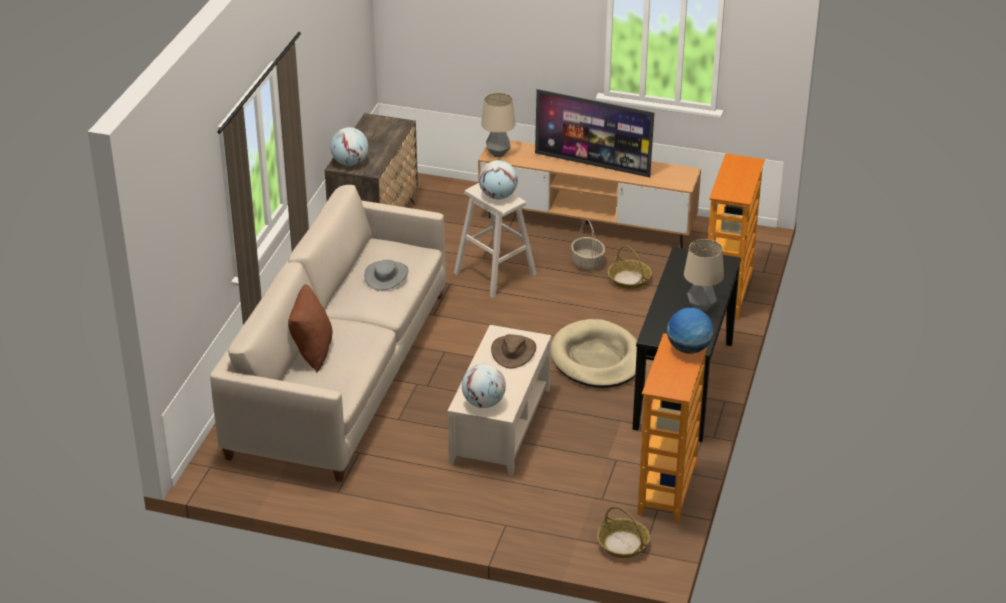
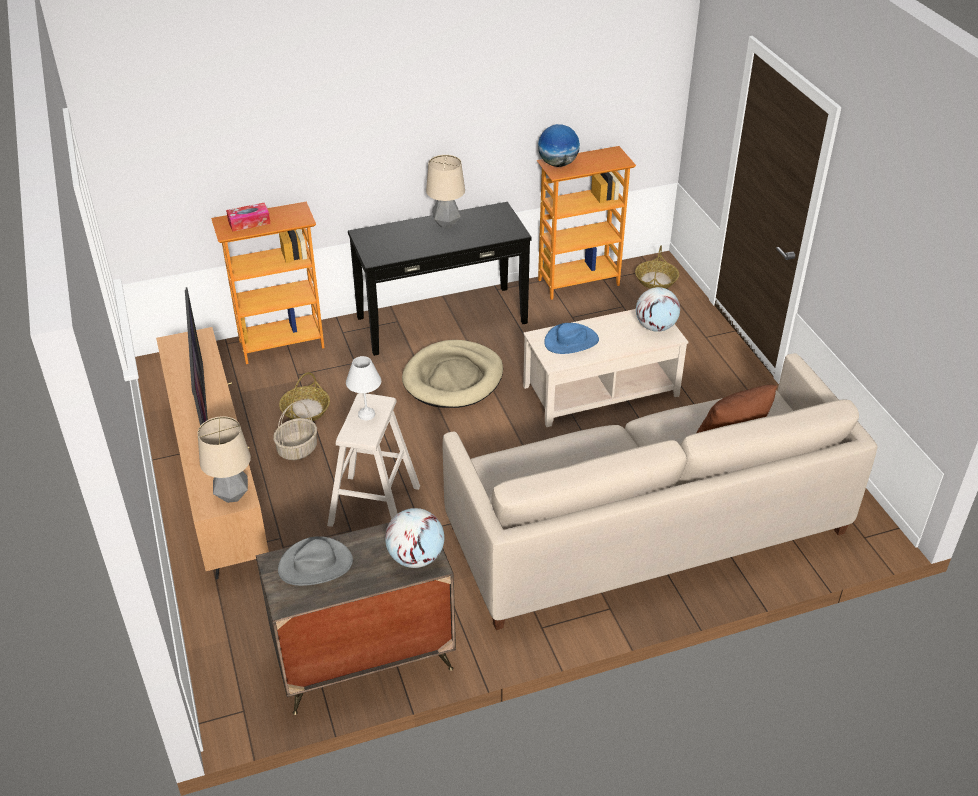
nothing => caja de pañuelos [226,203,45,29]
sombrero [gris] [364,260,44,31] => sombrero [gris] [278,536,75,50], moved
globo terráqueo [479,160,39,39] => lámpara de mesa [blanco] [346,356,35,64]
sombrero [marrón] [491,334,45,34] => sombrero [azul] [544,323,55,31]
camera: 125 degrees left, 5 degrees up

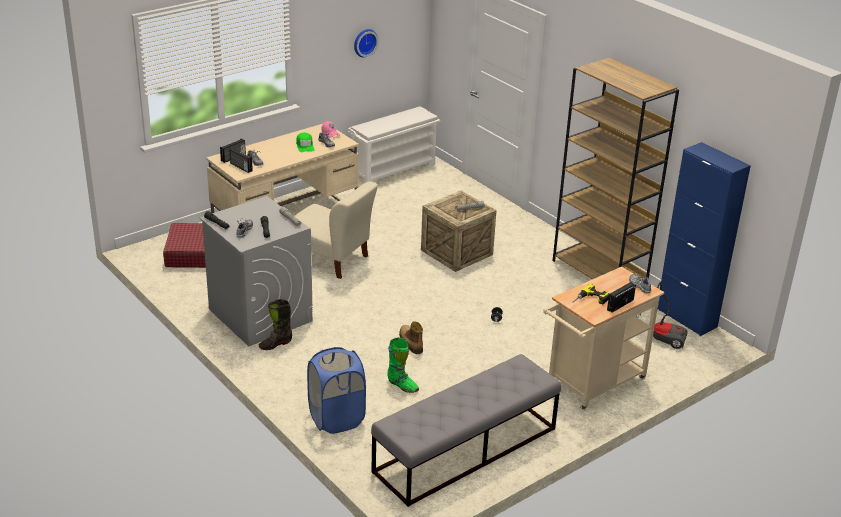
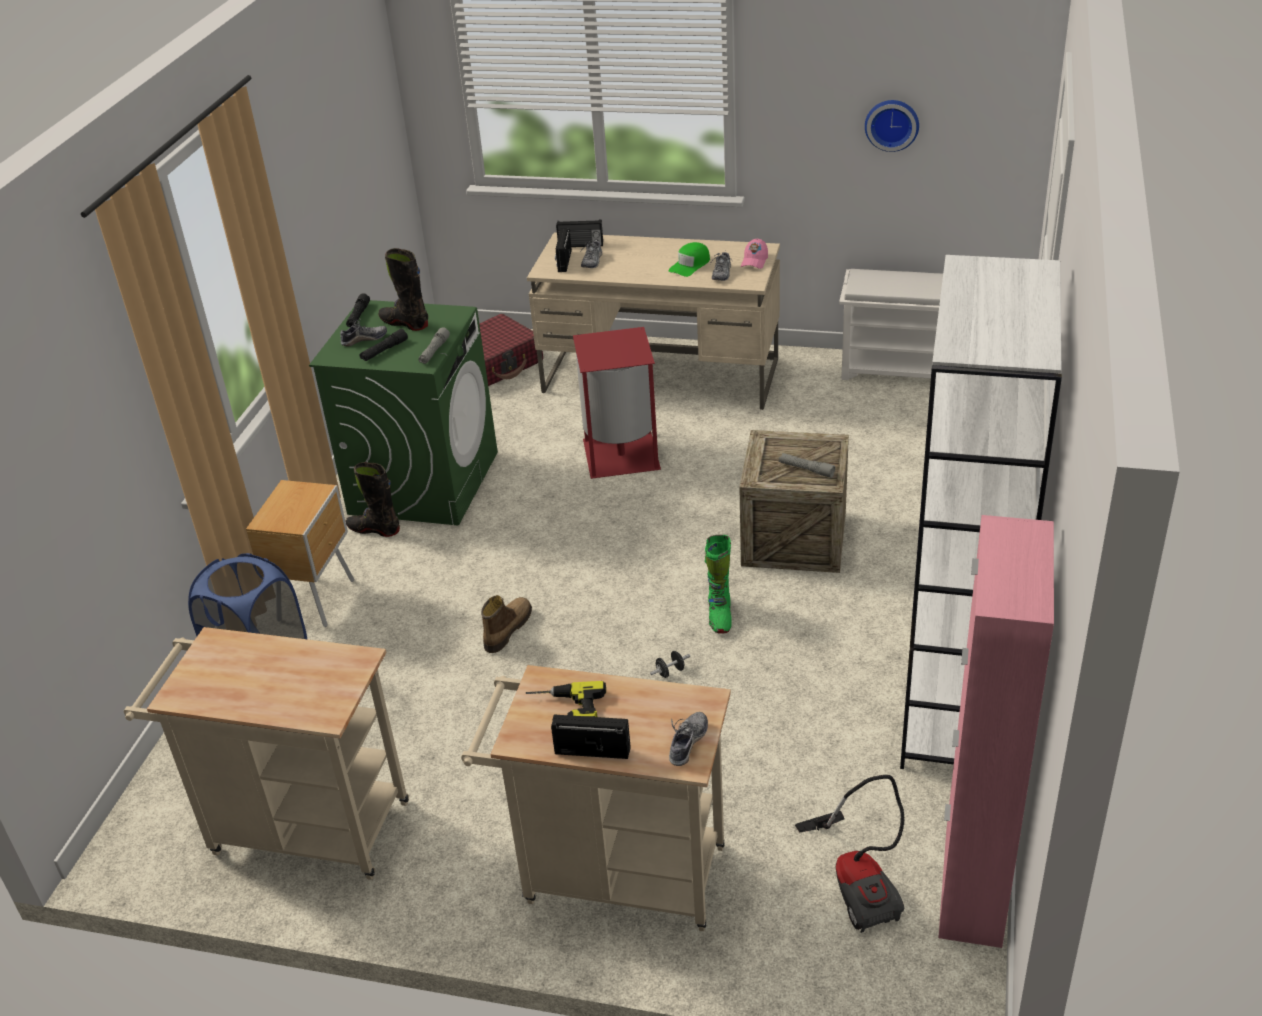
nothing => mesita de noche [marrón] [246,480,109,147]
nothing => bota [negro] [378,248,50,83]
bota [verde] [387,337,32,56] => bota [verde] [705,535,27,99], moved
silla [beis] [294,181,84,98] => papelera [rojo] [573,327,88,152]
banco [gris] [371,354,190,153] => carrito [beis] [124,627,285,253]
lavadora [gris] [200,196,113,150] => lavadora [verde] [309,300,189,226]
estantería [marrón] [552,57,127,223] => estantería [blanco] [900,255,162,514]
armario [azul] [657,142,94,194] => armario [rosa] [938,515,116,433]
camera: 55 degrees right, 5 degrees up

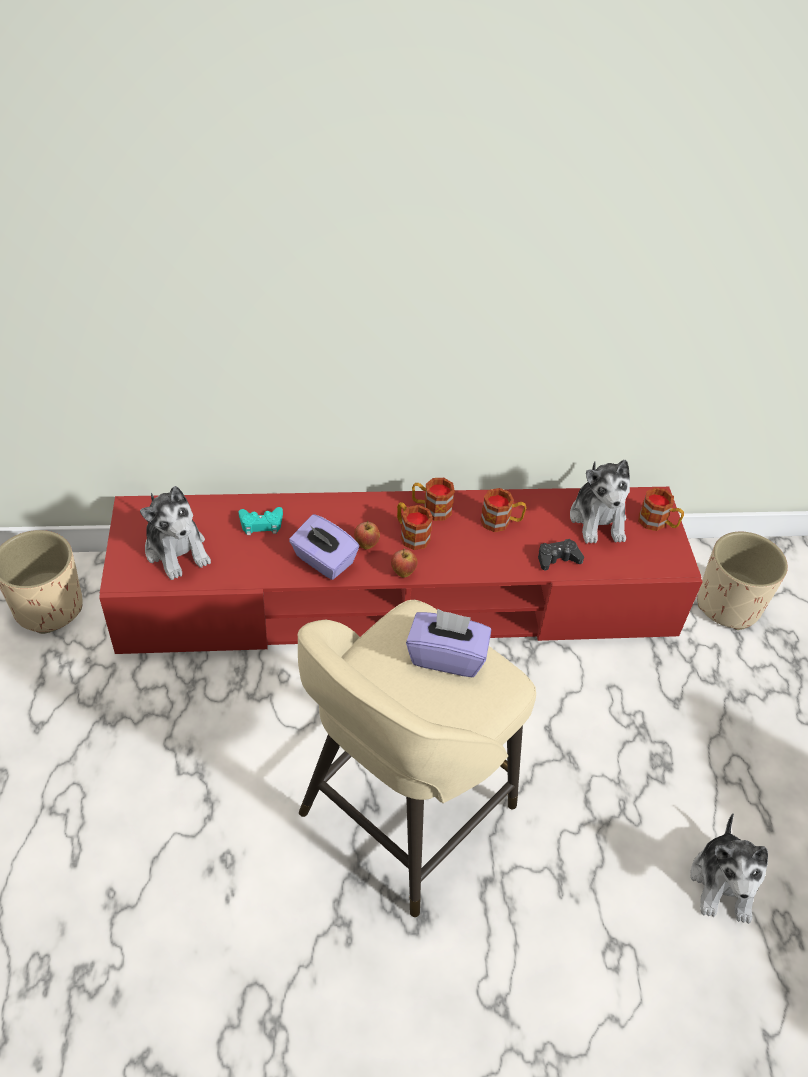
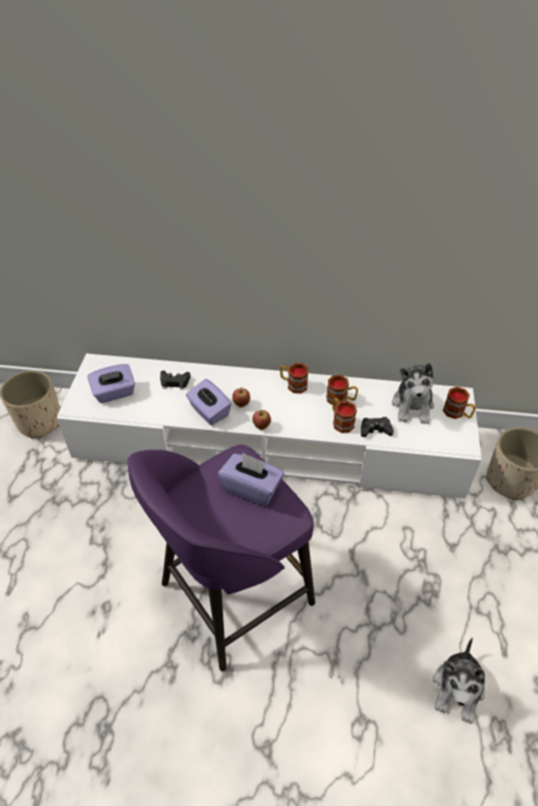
taza grande [397,502,36,48] => taza grande [333,397,24,36], moved
peluche [140,486,71,94] => caja de pañuelos [morado] [87,364,48,39]
mueble de televisión [rojo] [99,487,604,167] => mueble de televisión [blanco] [56,353,425,146]
mando de consola [turquesa] [239,507,44,28] => mando de consola [negro] [160,371,31,19]
taburete [beis] [298,600,238,317] => taburete [morado] [127,445,188,226]
camera: 15 degrees right, 0 degrees up

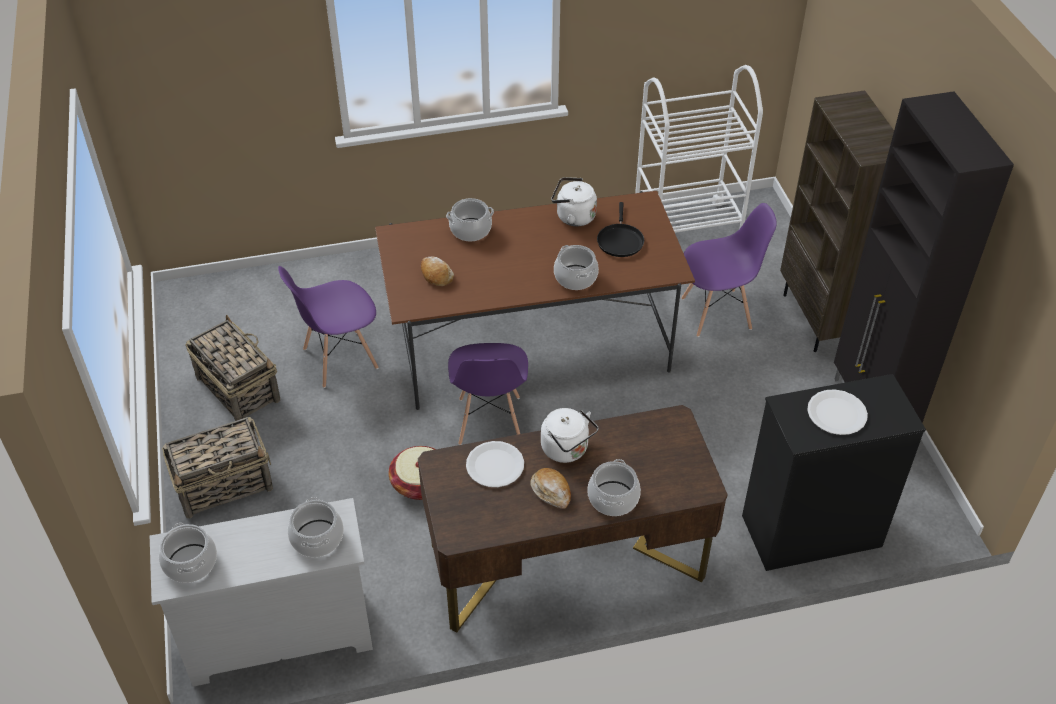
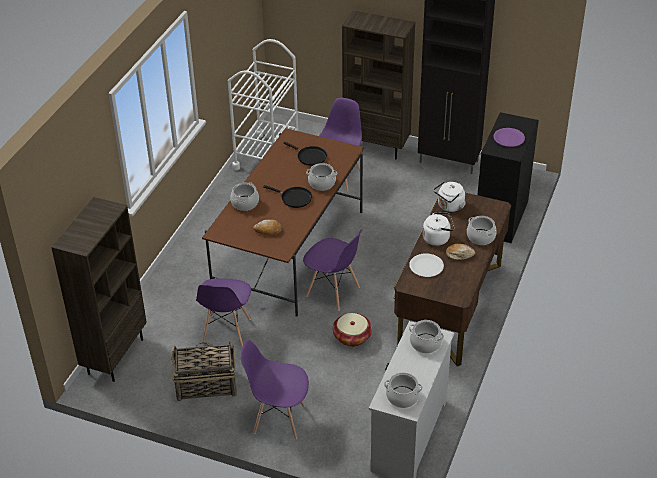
nothing => estantería [marrón] [51,197,96,185]
nothing => sartén [negro] [263,185,49,23]
hervidor [blanco] [551,177,46,49] => hervidor [blanco] [433,181,33,31], moved
cesta [162,417,111,101] => silla [morado] [240,340,69,99]
plato [blanco] [807,389,61,46] => plato [morado] [493,128,32,19]
camera: 55 degrees left, 5 degrees down

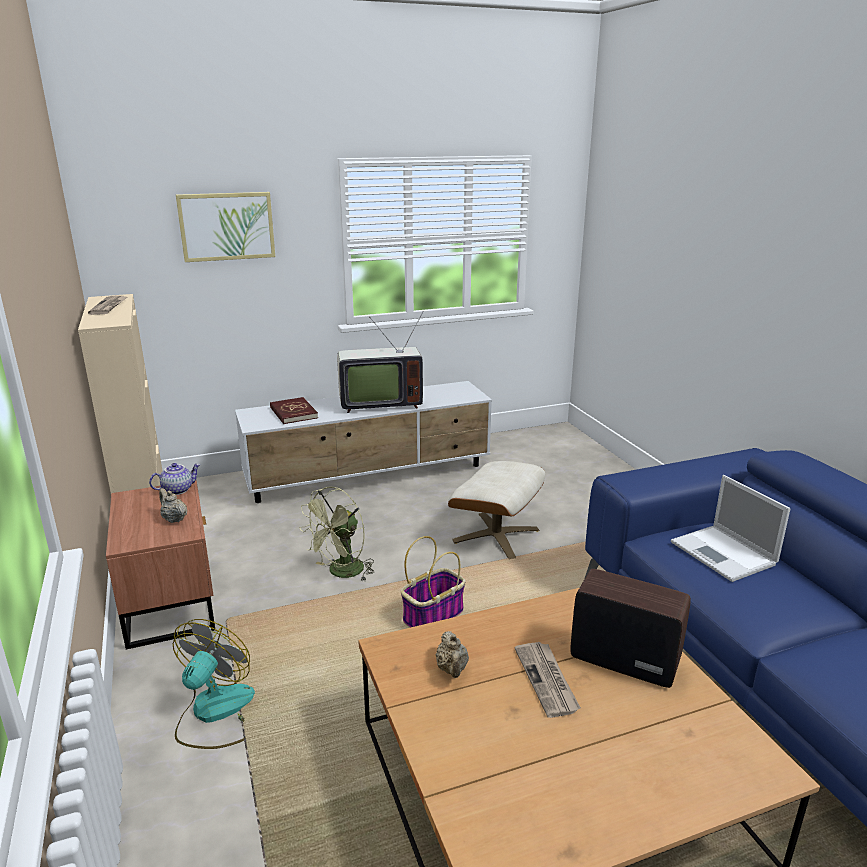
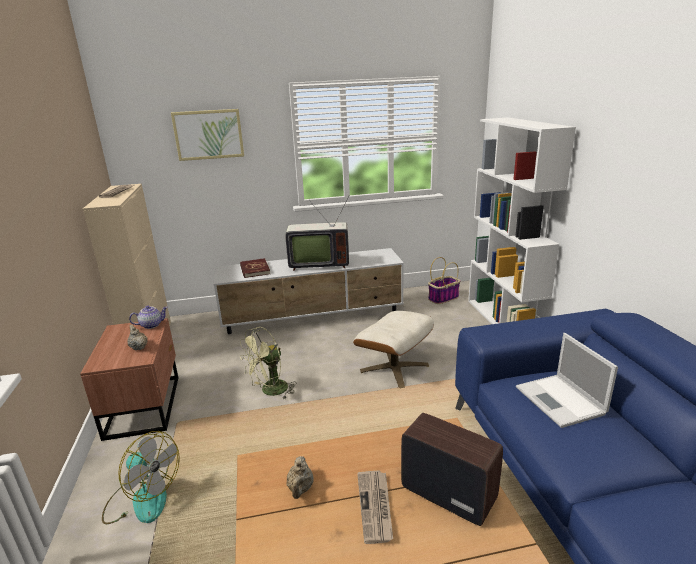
nothing => estantería [blanco] [468,117,108,207]
cesta [401,536,65,92] => cesta [428,257,33,47], moved
ventilador [173,619,82,130] => ventilador [102,431,78,93], 90 degrees clockwise
camera: 10 degrees right, 0 degrees up

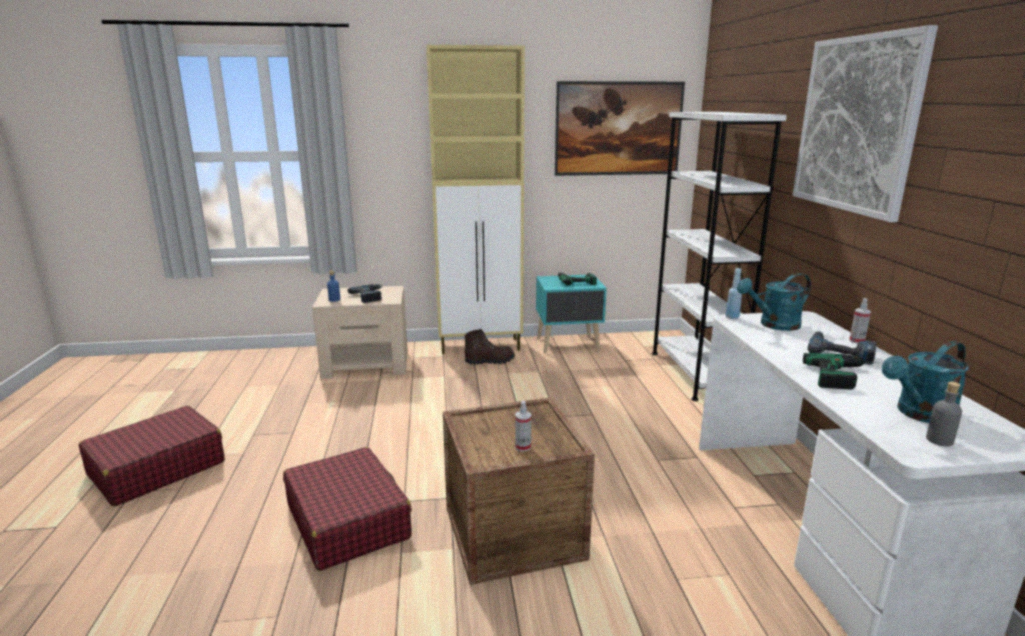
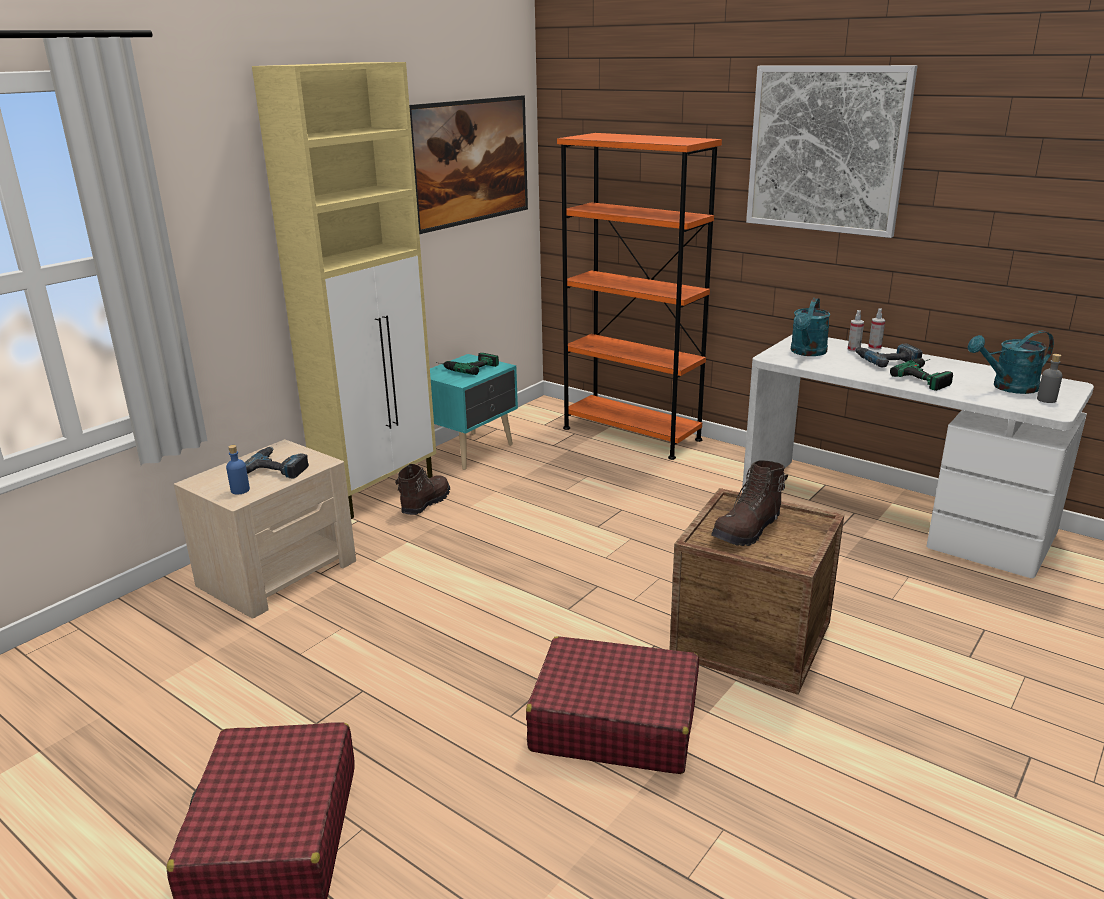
botella [azul] [726,268,16,51] => nothing
nothing => bota [marrón] [711,461,77,85]
pulverizador [515,401,16,51] => pulverizador [848,310,16,42], moved
estantería [blanco] [652,112,135,289] => estantería [naranja] [557,133,165,327]
regadera [turquesa] [882,341,87,82] => regadera [turquesa] [968,331,86,63], 60 degrees clockwise
camera: 45 degrees left, 5 degrees up

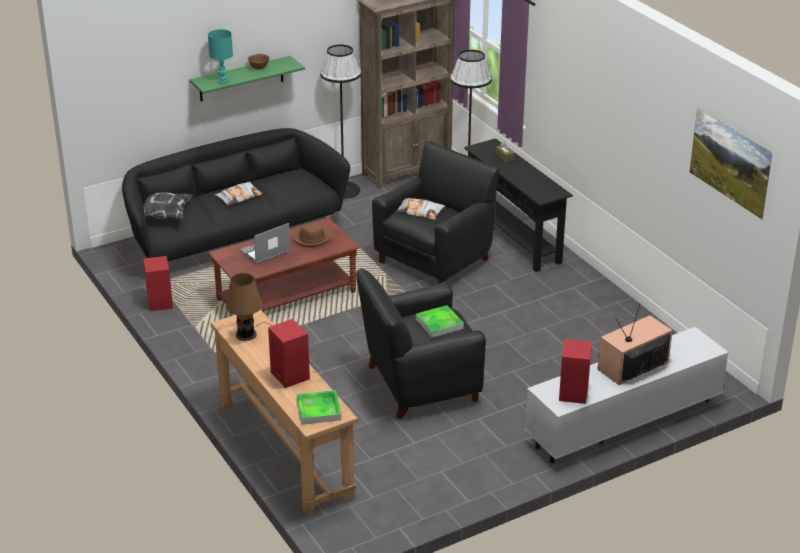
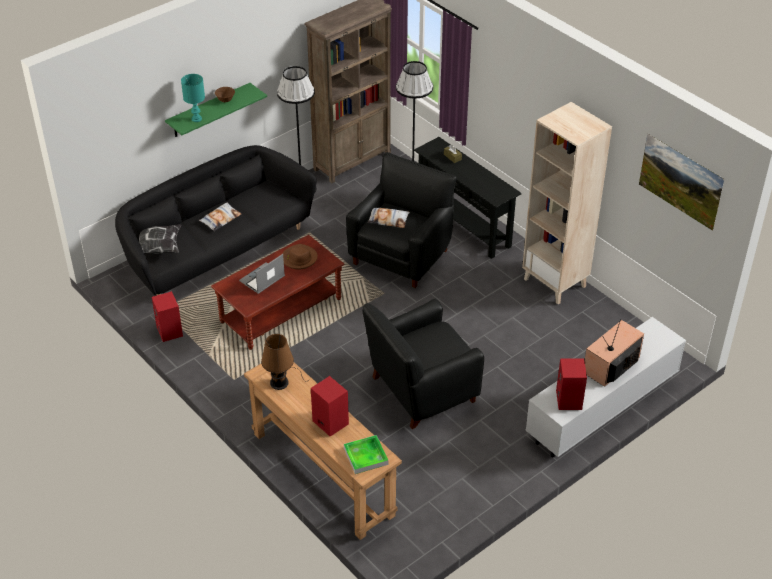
bandeja [416,305,48,33] => nothing
nothing => estantería [beis] [522,102,90,202]
camera: 10 degrees left, 10 degrees up

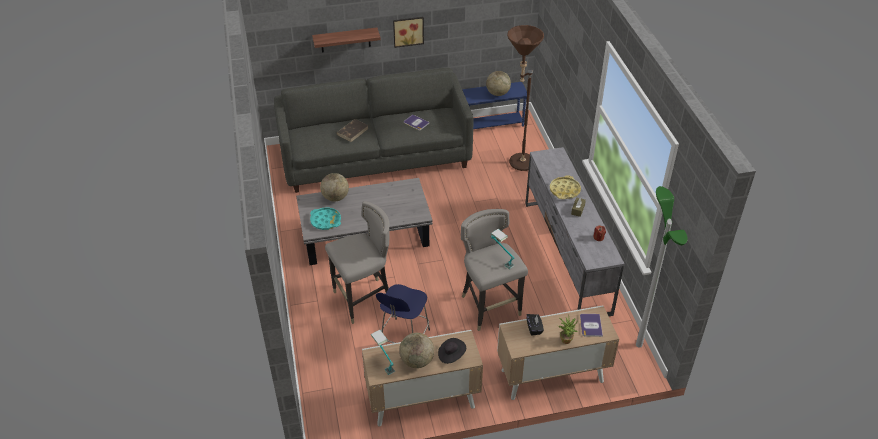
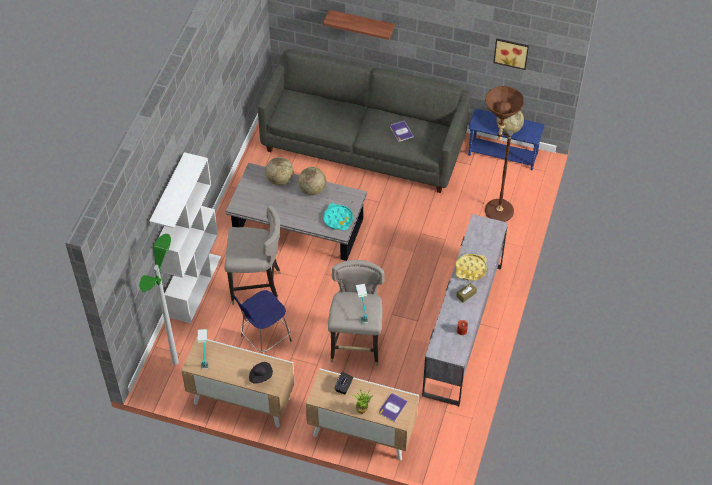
libro [marrón] [336,119,32,23] => nothing
nothing => estantería [blanco] [149,152,72,171]
bandeja [turquesa] [310,207,31,23] => bandeja [turquesa] [323,203,30,27], moved
cuadro [393,17,31,31] => cuadro [493,39,36,31], moved
globo terráqueo [399,333,35,35] => globo terráqueo [298,167,28,28], moved
lámpara de pie [636,186,52,162] => lámpara de pie [139,234,40,131], moved
camera: 30 degrees right, 10 degrees up

